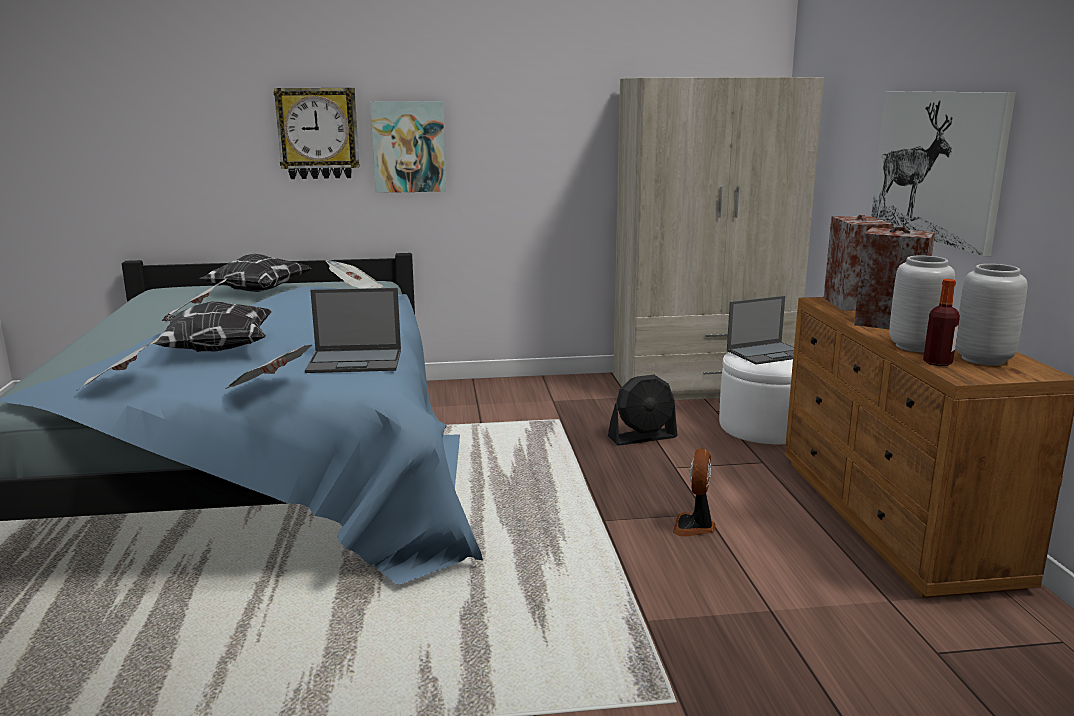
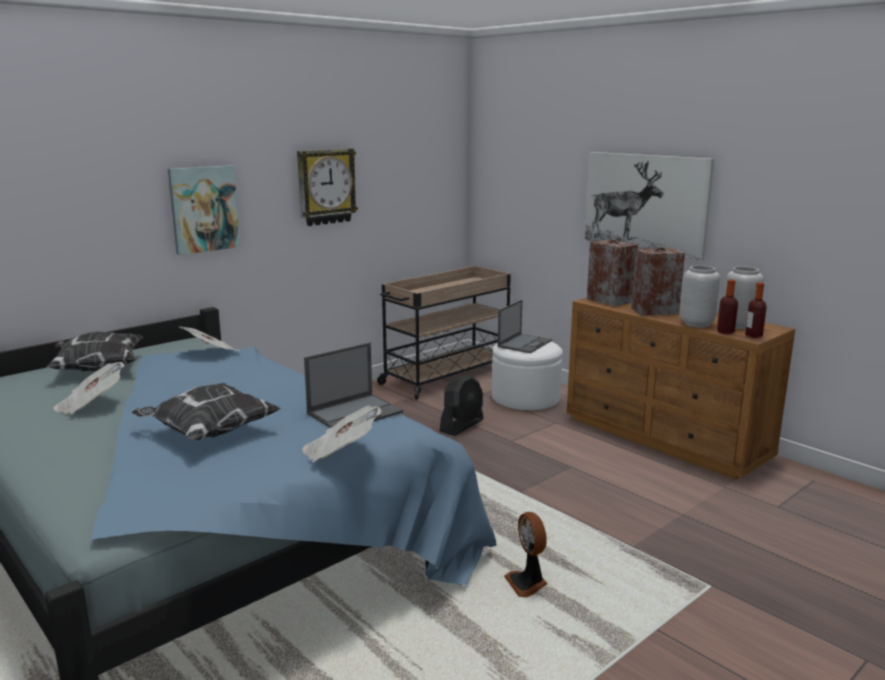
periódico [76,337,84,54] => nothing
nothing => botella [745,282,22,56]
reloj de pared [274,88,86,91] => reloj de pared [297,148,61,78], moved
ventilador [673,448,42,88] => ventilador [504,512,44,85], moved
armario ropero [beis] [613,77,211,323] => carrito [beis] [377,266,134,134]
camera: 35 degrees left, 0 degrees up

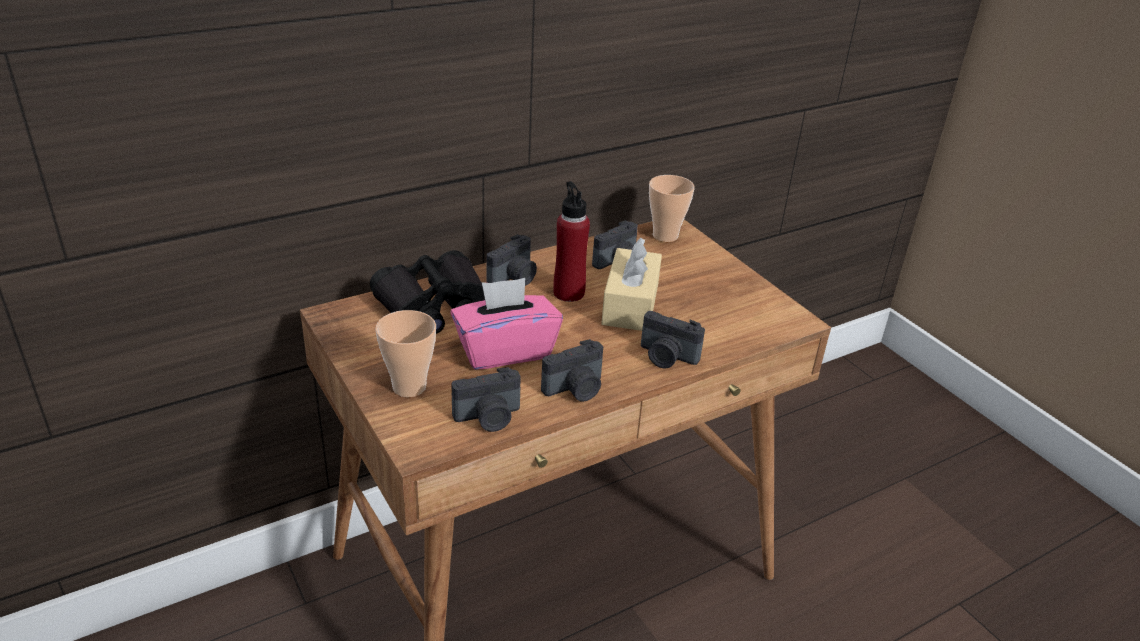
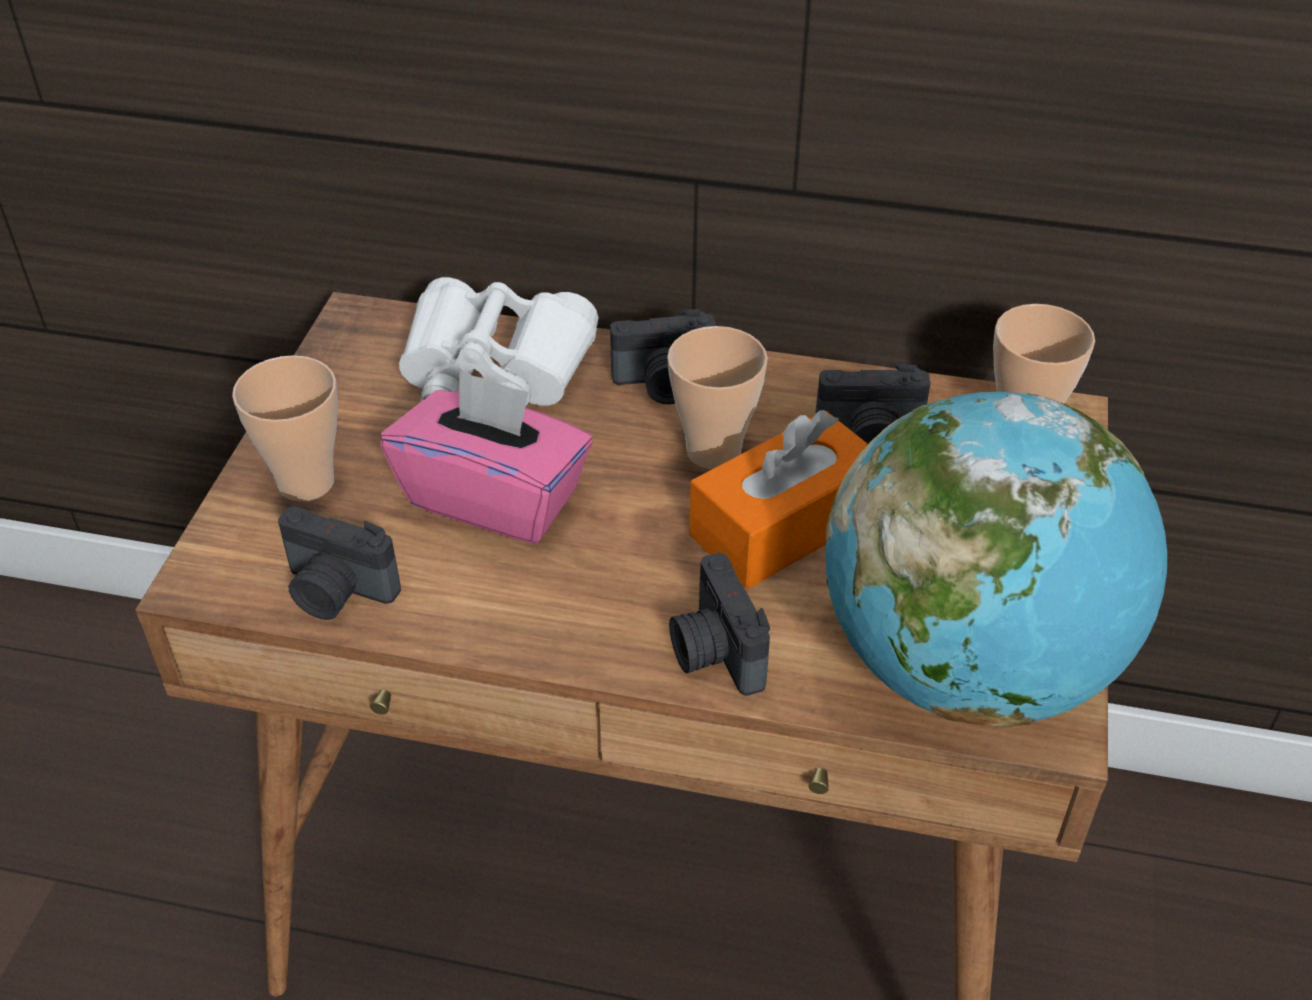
cámara [541,339,62,63] => nothing
nothing => globo terráqueo [825,392,342,335]
botella [rojo] [553,181,37,121] => taza [667,326,101,143]
prismáticos [negro] [370,250,115,84] => prismáticos [blanco] [399,277,199,130]
caja de pañuelos [beis] [601,237,61,94] => caja de pañuelos [naranja] [689,410,179,179]
camera: 45 degrees right, 10 degrees up

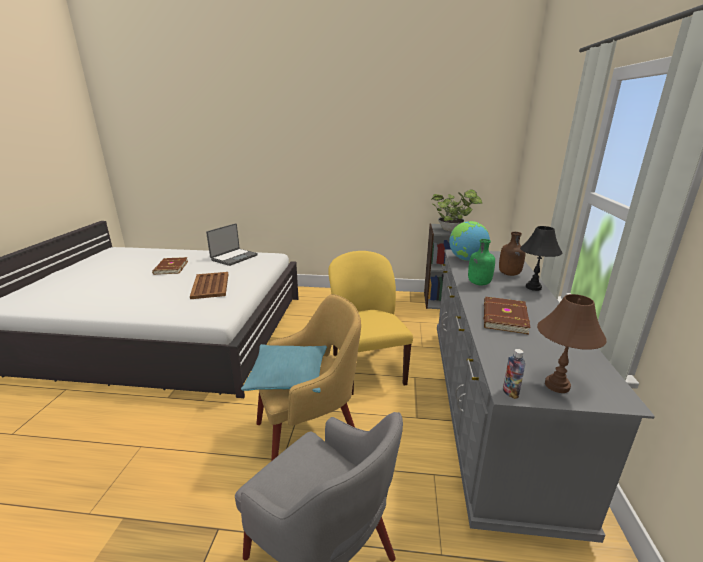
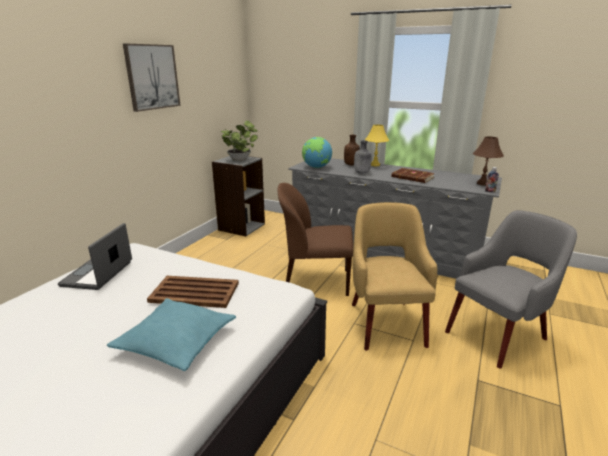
libro [marrón] [152,257,36,18] => nothing
nothing => cuadro [123,44,57,68]
cojín [turquesa] [241,344,86,49] => cojín [turquesa] [107,298,129,73], moved
silla [amarillo] [328,251,85,144] => silla [marrón] [277,183,76,113]
botella [verde] [468,239,27,46] => botella [gris] [354,140,18,34]
lámpara de mesa [negro] [520,226,42,65] => lámpara de mesa [amarillo] [365,125,24,41]
portátil [206,223,52,43] => portátil [58,223,74,67], 135 degrees counterclockwise
camera: 70 degrees left, 0 degrees up

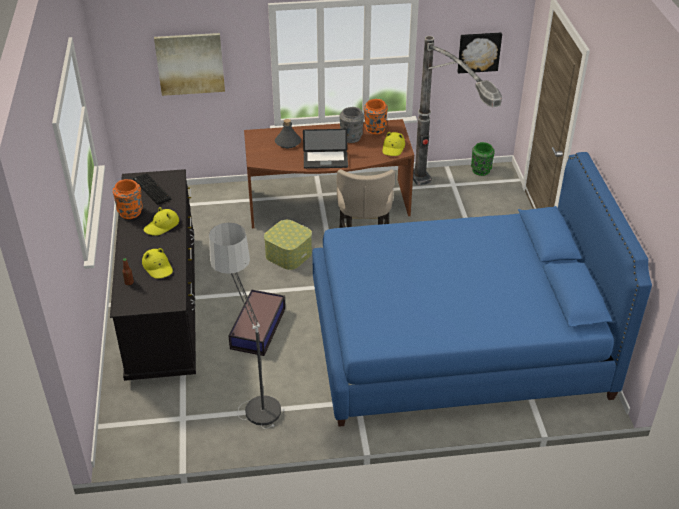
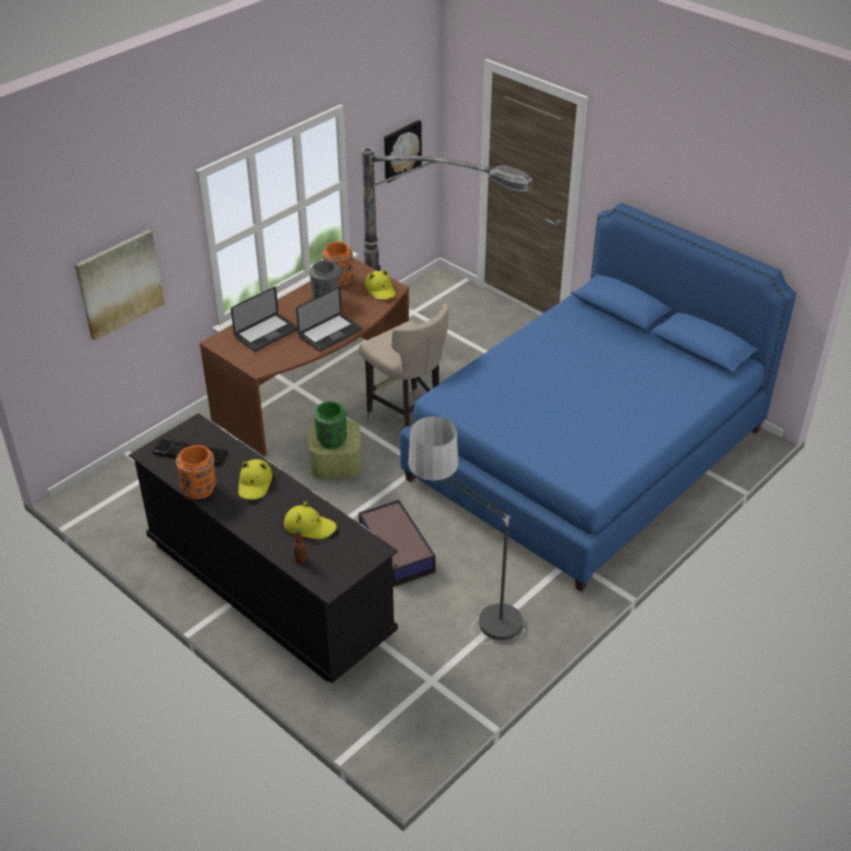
florero [verde] [471,142,24,34] => florero [verde] [314,401,33,48], moved
botella [gris] [275,119,26,29] => portátil [231,286,67,65]
camera: 40 degrees left, 0 degrees up

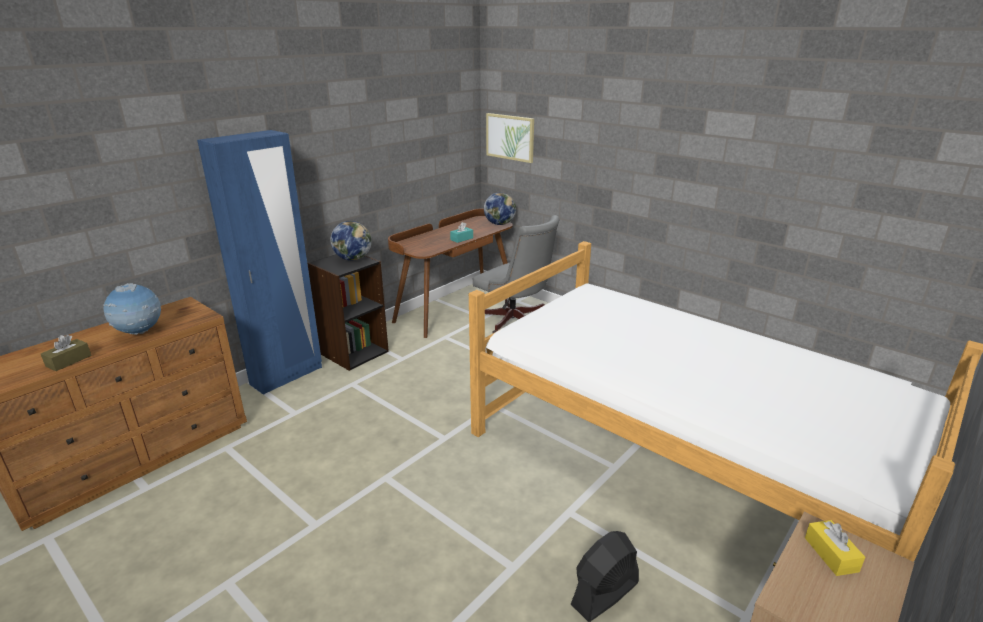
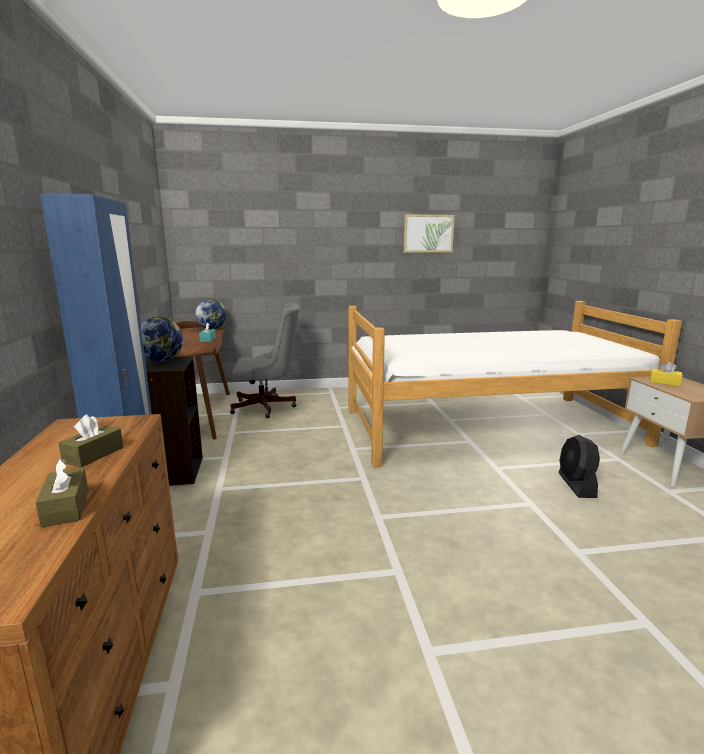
cuadro [486,113,48,50] => cuadro [404,215,51,38], moved
globo terráqueo [103,283,58,52] => caja de pañuelos [marrón] [59,415,64,52]
camera: 50 degrees left, 10 degrees down

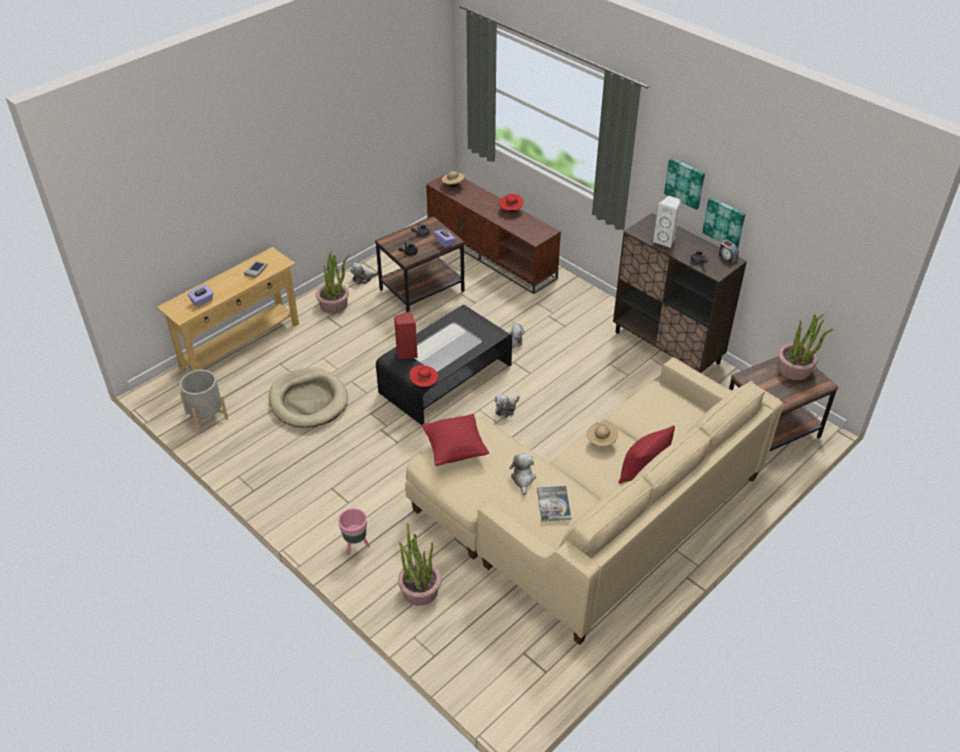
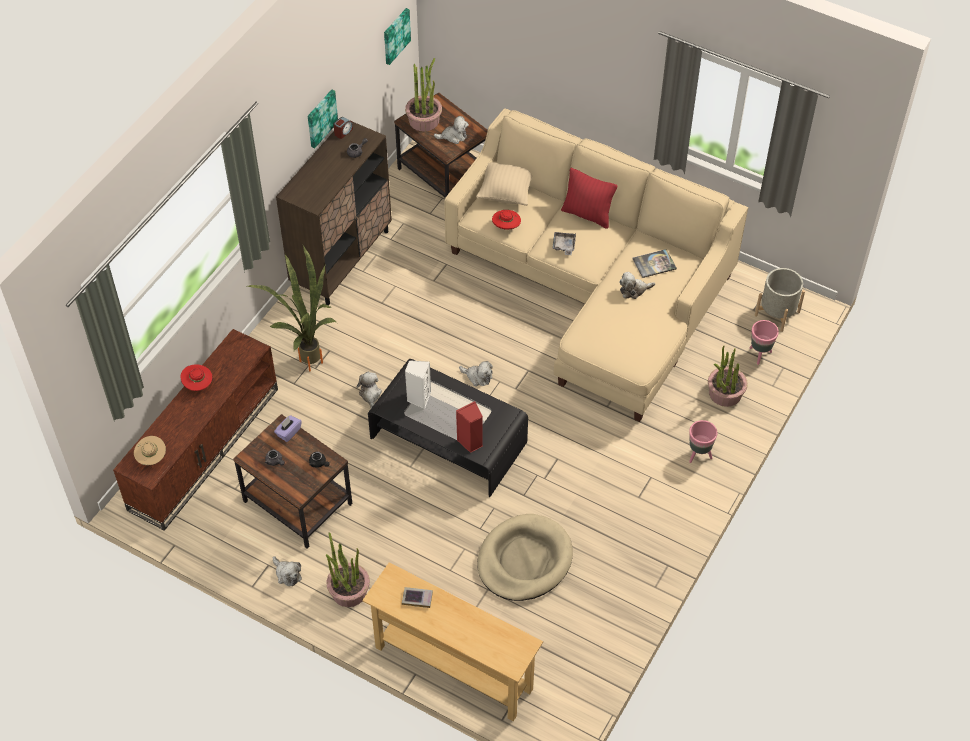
caja de pañuelos [morado] [188,285,26,22] => nothing
cojín [rojo] [422,414,67,52] => nothing
nothing => planta en maceta [247,246,90,126]
nothing => peluche [434,116,35,28]
nothing => cojín [beis] [476,162,56,44]
nothing => maceta [rosa] [750,320,29,45]
maceta [gris] [179,370,49,62] => maceta [gris] [755,268,50,64], moved
sombrero [rojo] [409,365,29,22] => sombrero [rojo] [492,210,29,20], moved
altavoz [blanco] [653,196,28,52] => altavoz [blanco] [405,360,26,49], moved
cuadro [664,158,41,52] => cuadro [384,8,27,57], moved
sombrero [beis] [587,422,31,24] => bandeja [gris] [552,232,24,23]
camera: 105 degrees left, 10 degrees up

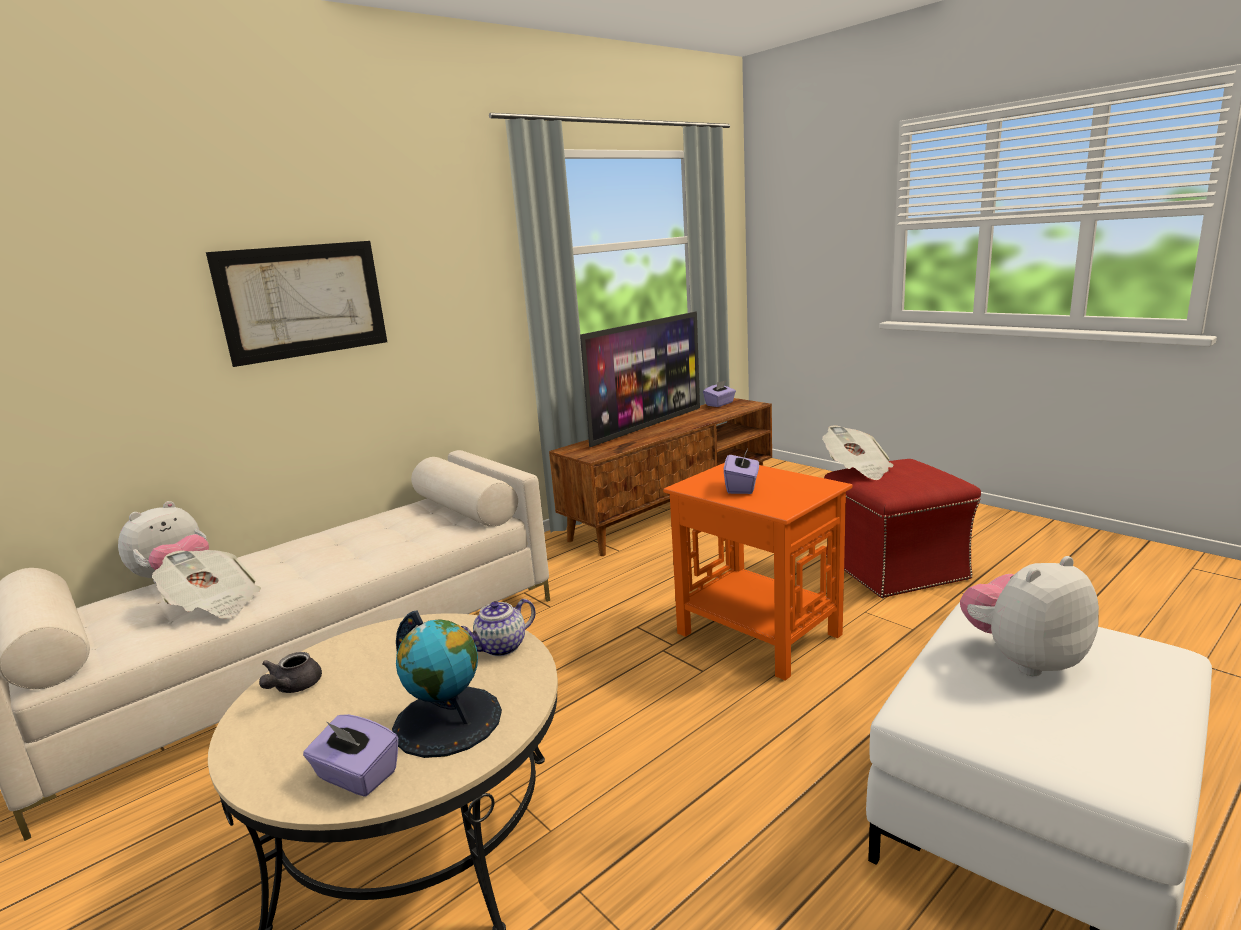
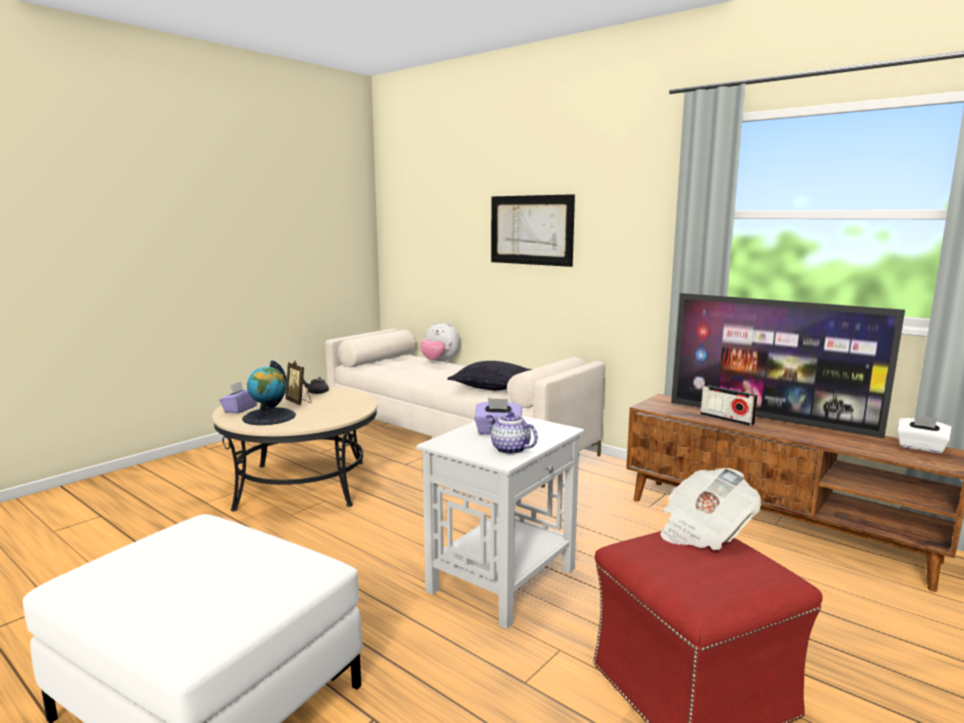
periódico [152,550,109,68] => nothing
peluche [960,556,139,120] => nothing
nothing => portarretratos [285,361,27,44]
nothing => cojín [447,361,85,29]
nothing => radio [700,385,58,41]
tetera [461,599,75,57] => tetera [486,412,52,42], moved
mesa auxiliar [naranja] [663,463,189,218] => mesa auxiliar [blanco] [416,416,169,213]
caja de pañuelos [morado] [703,380,33,27] => caja de pañuelos [blanco] [897,414,55,39]
camera: 80 degrees right, 5 degrees down

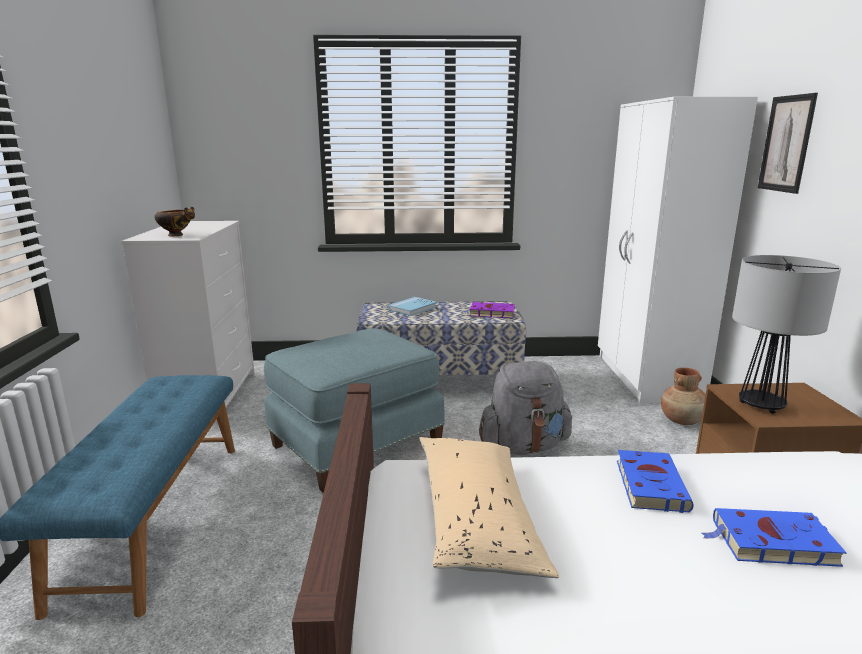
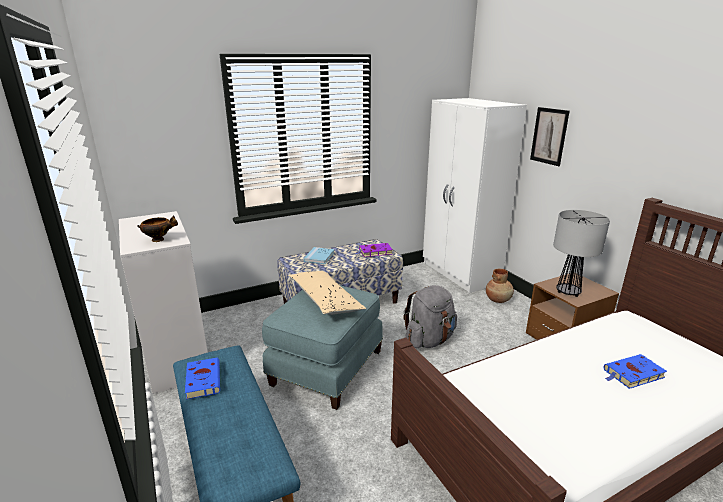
cojín [beis] [419,437,140,141] => cojín [beis] [288,271,78,44], moved
libro [azul] [617,450,77,63] => libro [azul] [185,358,35,41], moved
camera: 25 degrees left, 5 degrees up

